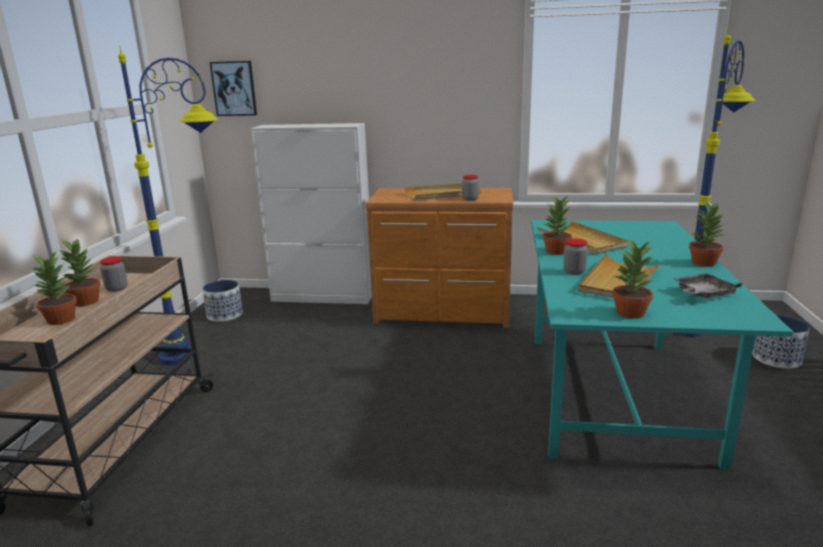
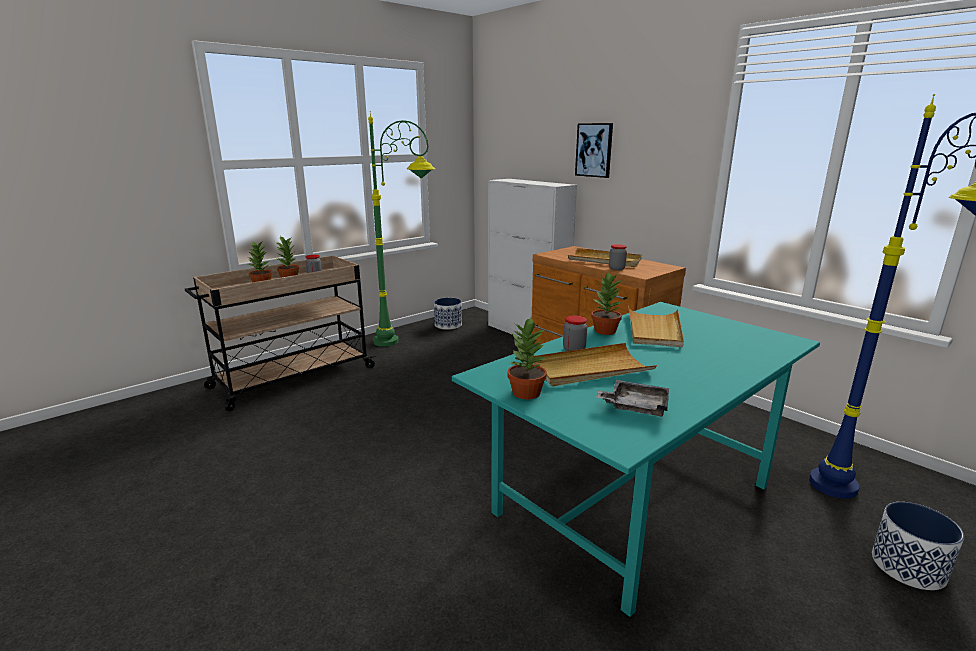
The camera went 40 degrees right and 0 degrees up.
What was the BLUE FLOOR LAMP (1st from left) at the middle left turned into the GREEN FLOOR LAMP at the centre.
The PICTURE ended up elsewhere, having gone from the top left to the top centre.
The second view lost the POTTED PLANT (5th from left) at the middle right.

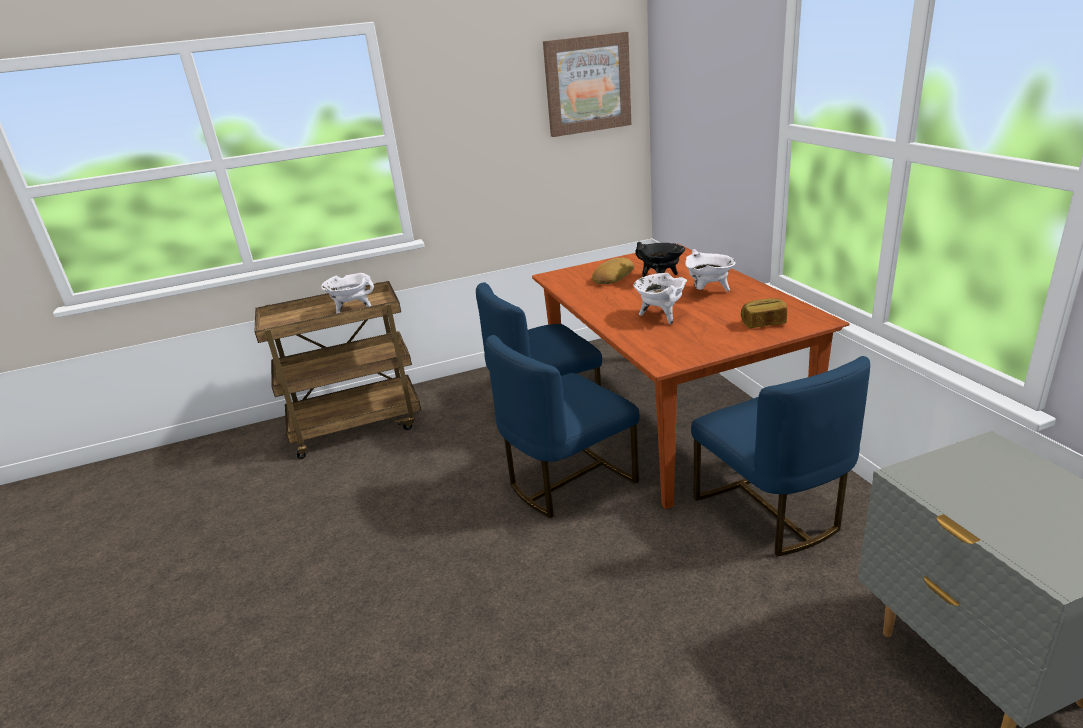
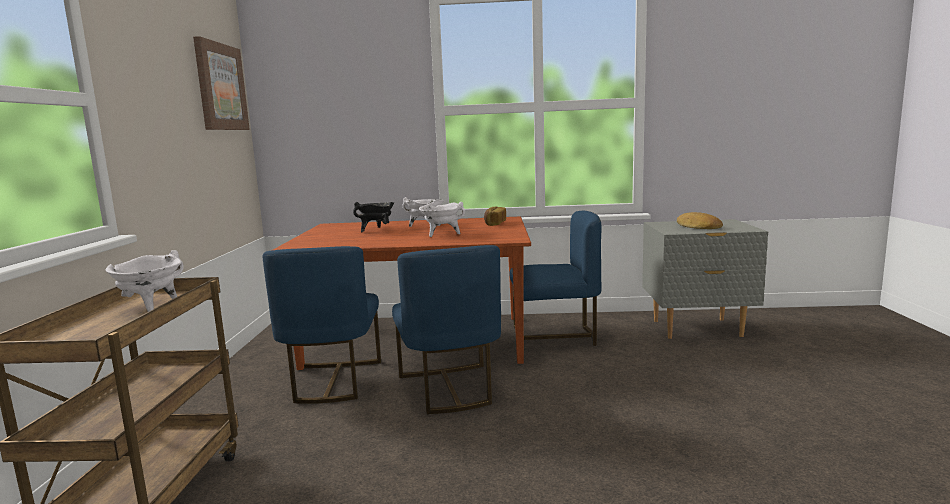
The camera went 70 degrees left and 15 degrees down.
The BREAD (1st from left in the first image) ended up elsewhere, having gone from the centre to the middle right.

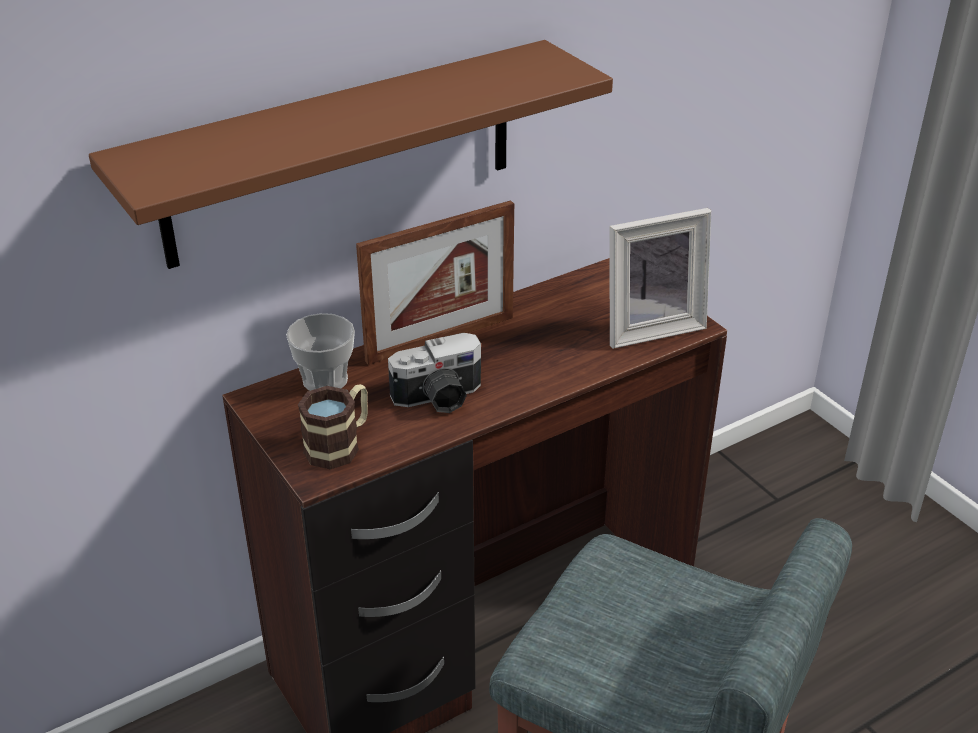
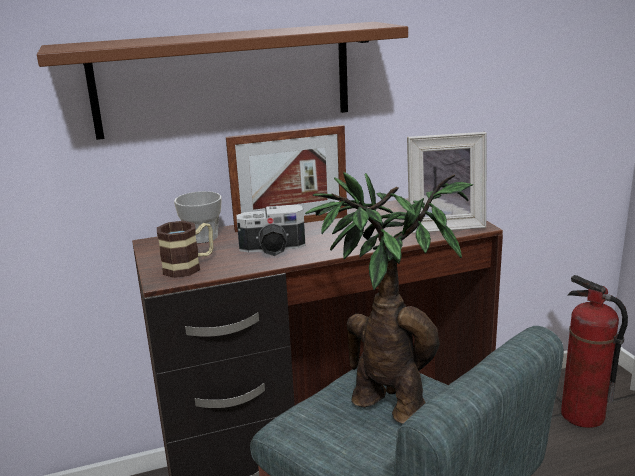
The camera went 15 degrees right and 15 degrees down.
The second view gained the POTTED PLANT at the centre.
The second view gained the FIRE EXTINGUISHER at the bottom right.

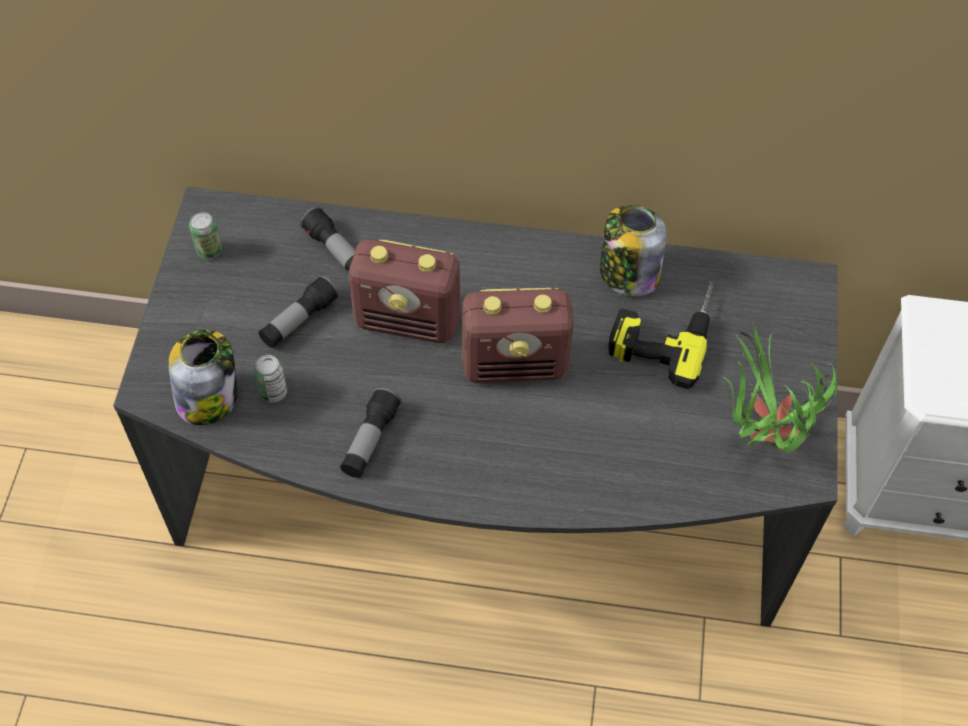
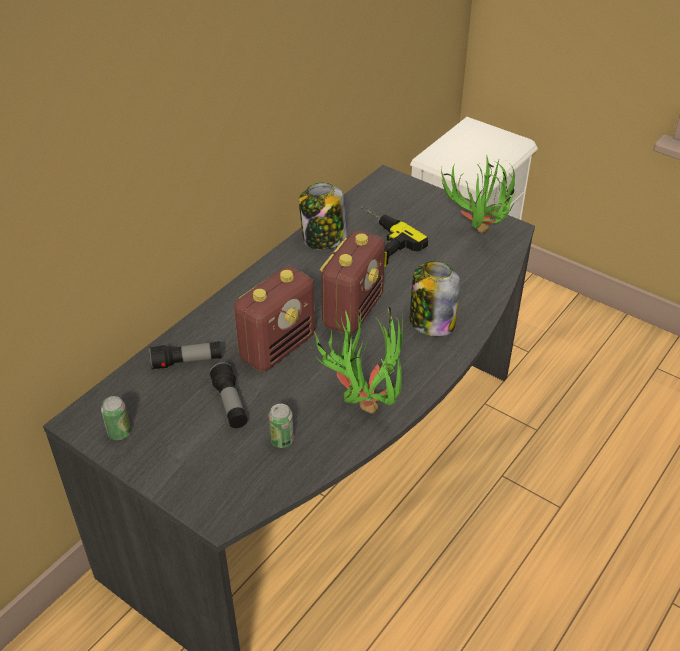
The camera went 60 degrees left and 15 degrees down.
The JAR (1st from left in the first image) ended up elsewhere, having gone from the middle left to the centre.
Where the FLASHLIGHT (3rd from left) stood at the centre, the POTTED PLANT (1st from left) came to stand at the centre.

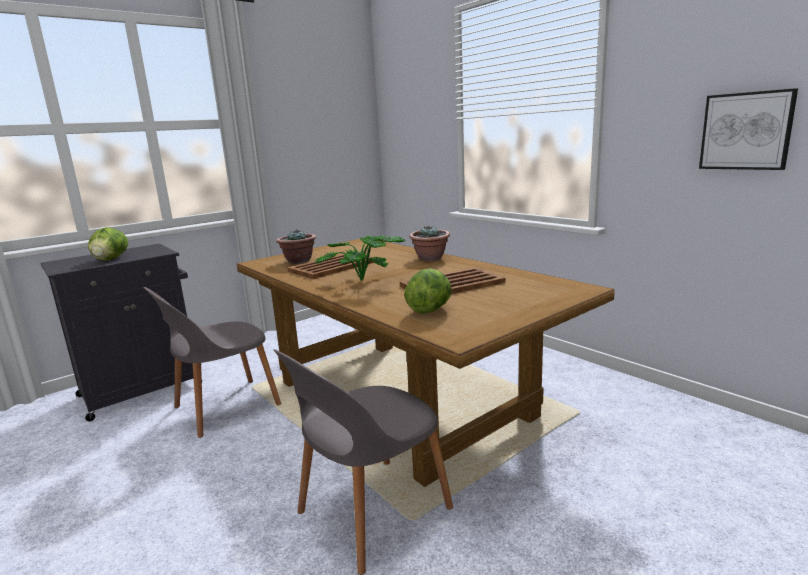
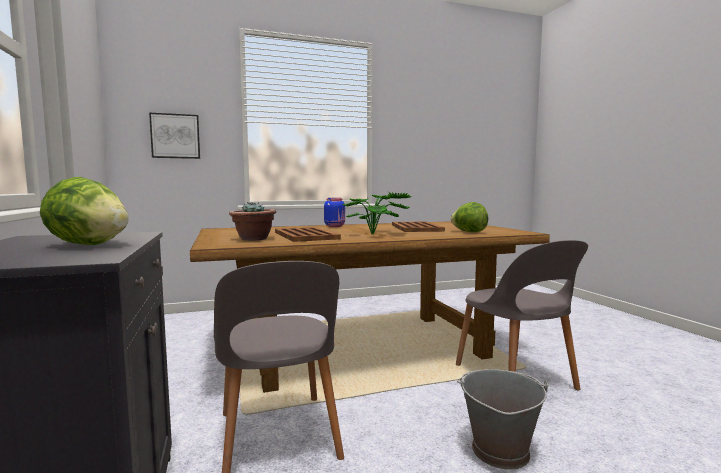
The camera went 70 degrees left and 10 degrees down.
The PICTURE ended up elsewhere, having gone from the top right to the top left.
Where the POTTED PLANT (3rd from left) stood at the centre, the BLUE JAR came to stand at the centre.
The second view gained the GREY BUCKET at the bottom right.

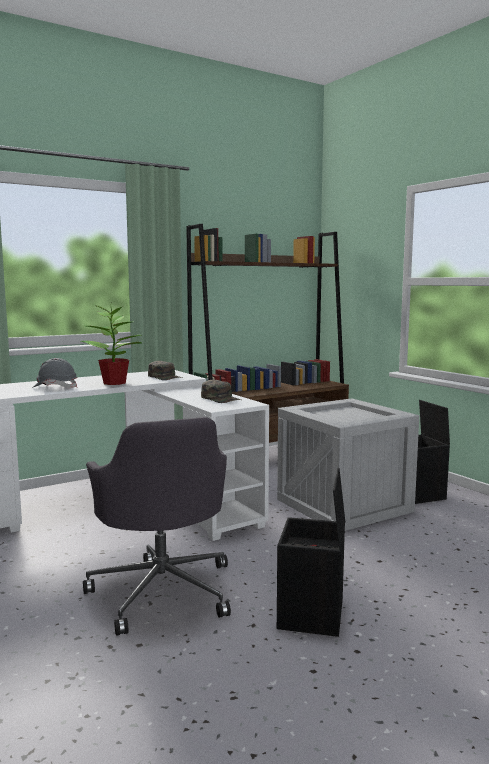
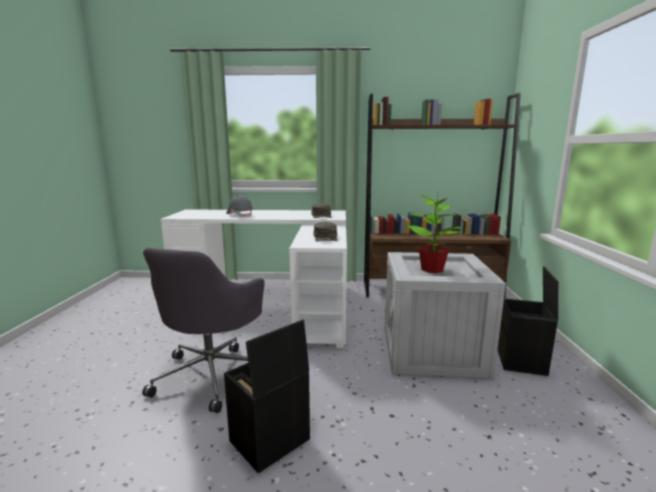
The camera went 35 degrees right and 5 degrees up.
The POTTED PLANT ended up elsewhere, having gone from the middle left to the centre.

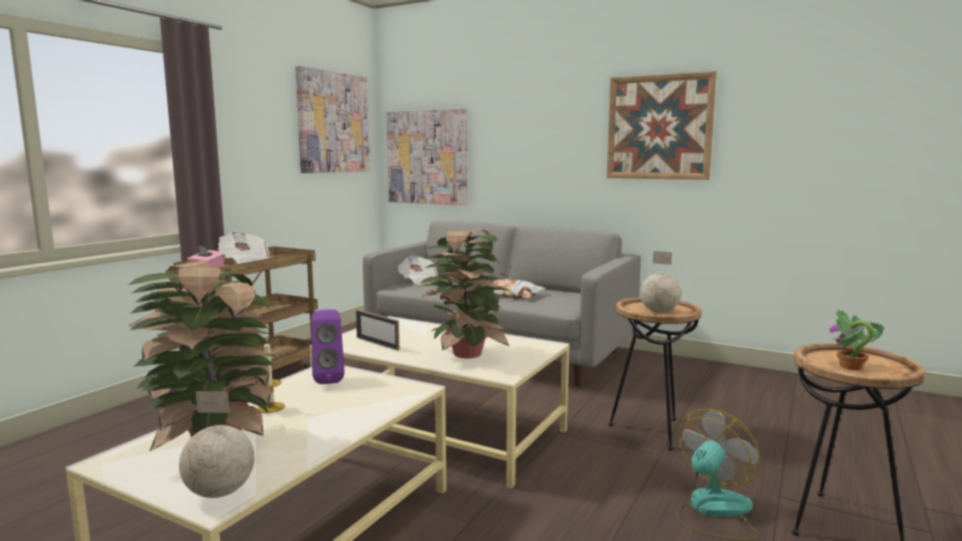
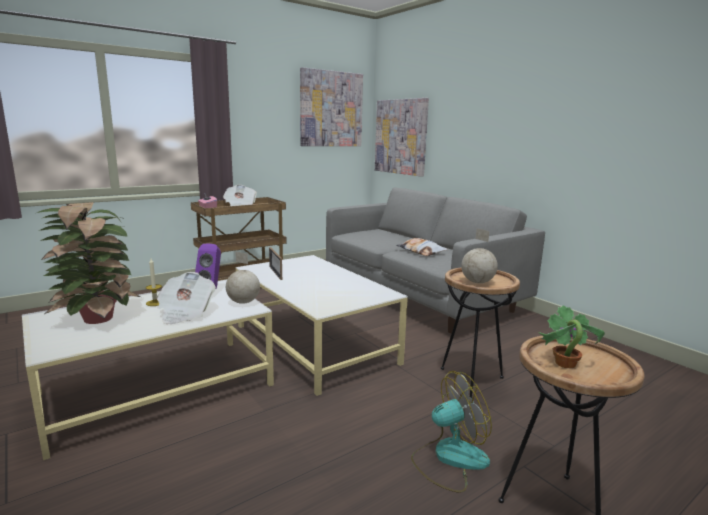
The camera went 25 degrees right and 5 degrees up.
The second view lost the PICTURE (3rd from left) at the top right.
The second view lost the POTTED PLANT (2nd from left) at the centre.
The NEWSPAPER (2nd from left in the first image) ended up elsewhere, having gone from the centre to the middle left.
The GLOBE (1st from left) ended up elsewhere, having gone from the bottom left to the centre.

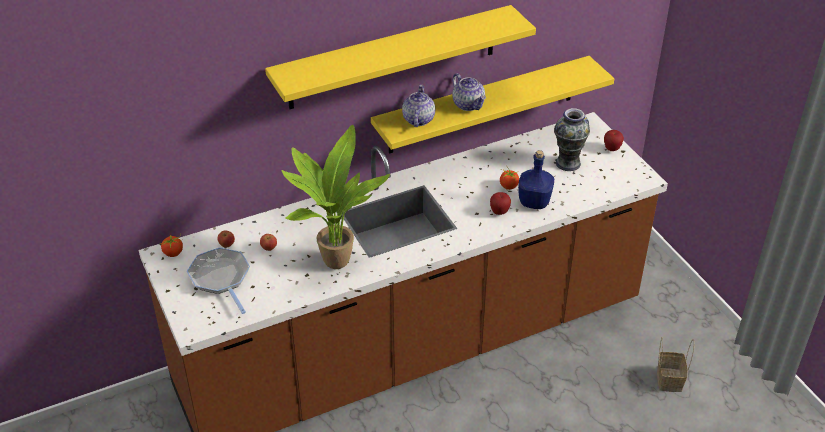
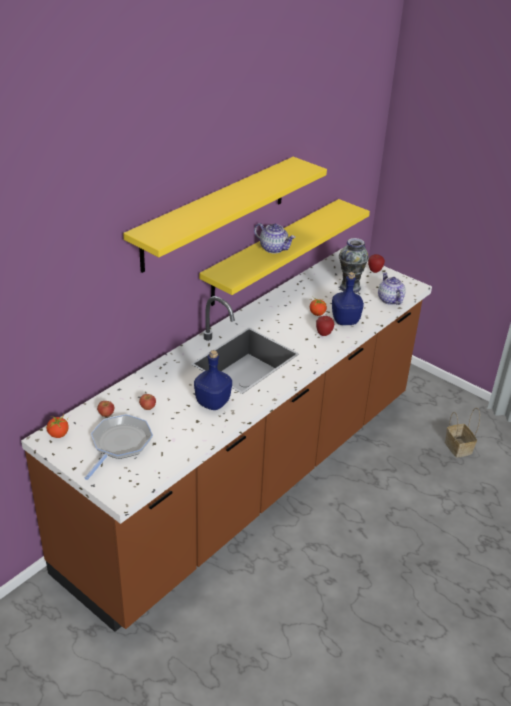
The camera went 25 degrees left and 5 degrees down.
The TEAPOT (1st from left in the first image) ended up elsewhere, having gone from the top centre to the middle right.
Where the POTTED PLANT stood at the centre, the BLUE BOTTLE (1st from left) came to stand at the centre.
The FRYING PAN at the middle left ended up facing another way, 75 degrees clockwise from before.

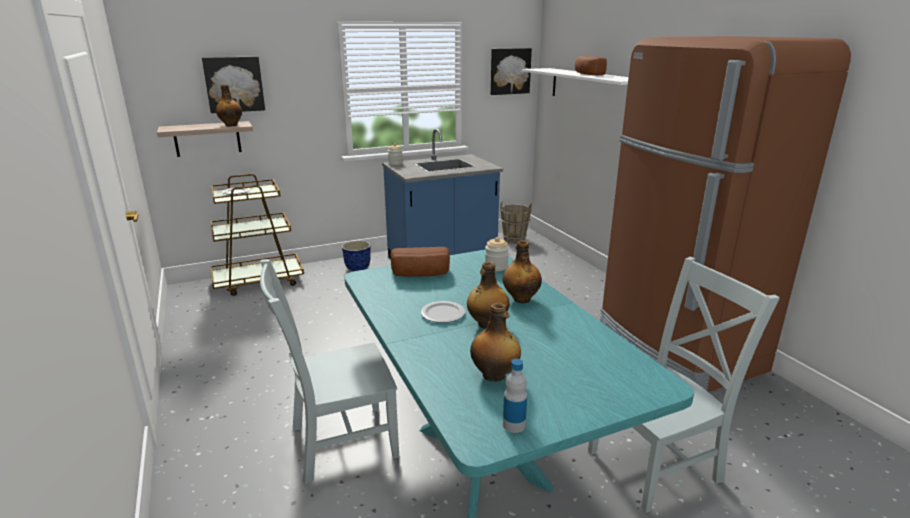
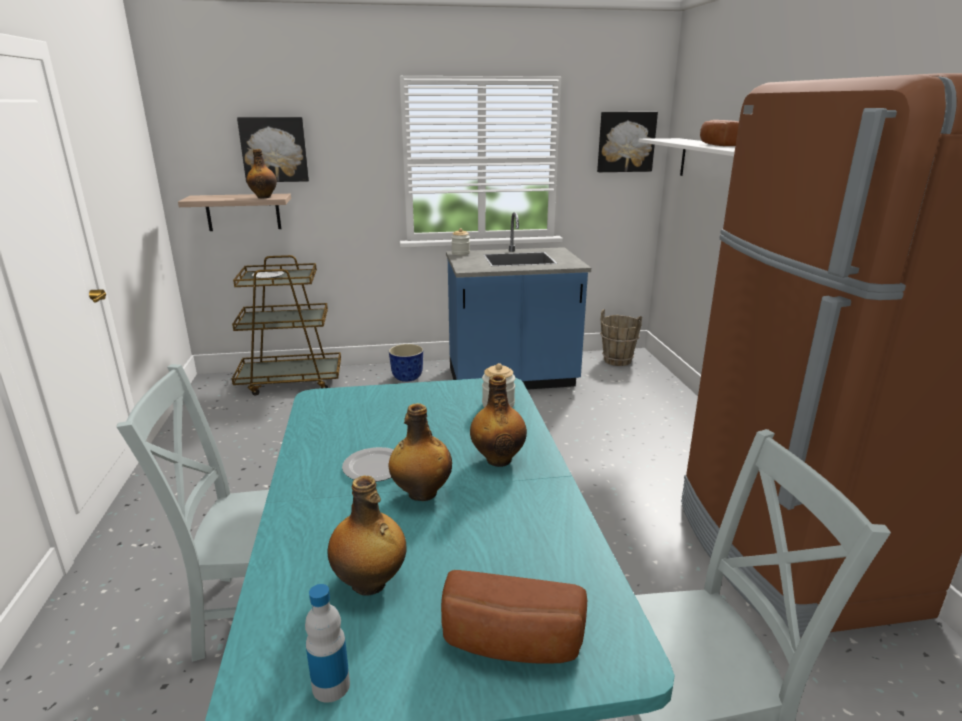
The camera went 15 degrees right and 0 degrees up.
The BREAD (1st from left) ended up elsewhere, having gone from the centre to the bottom centre.

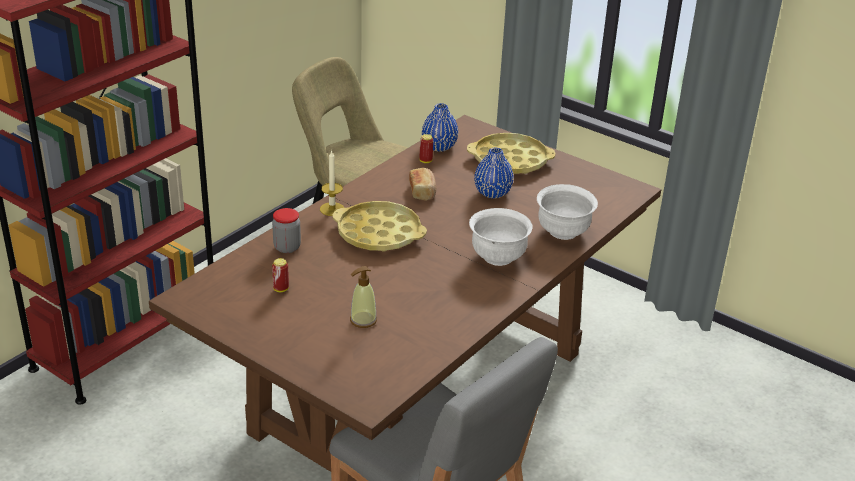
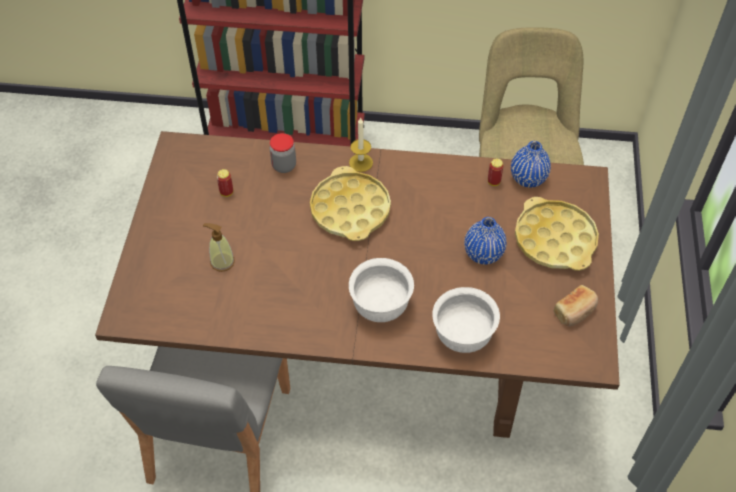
The camera went 60 degrees right and 20 degrees up.
The BREAD ended up elsewhere, having gone from the centre to the middle right.

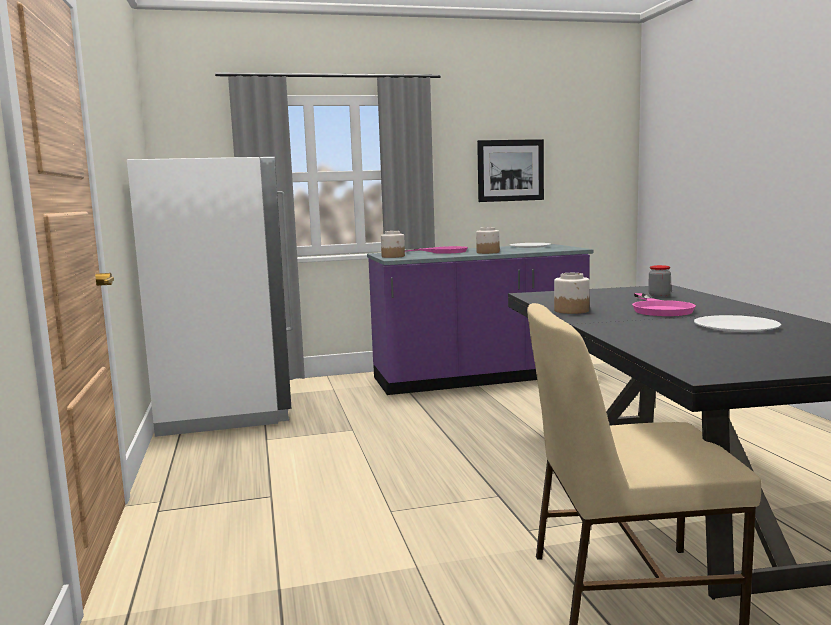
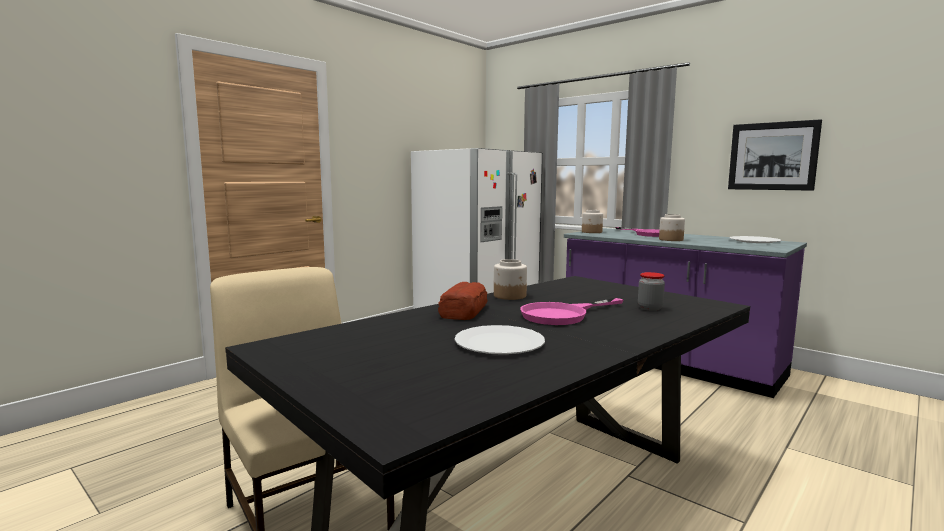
The camera went 55 degrees right and 0 degrees up.
The second view gained the BREAD at the centre.

